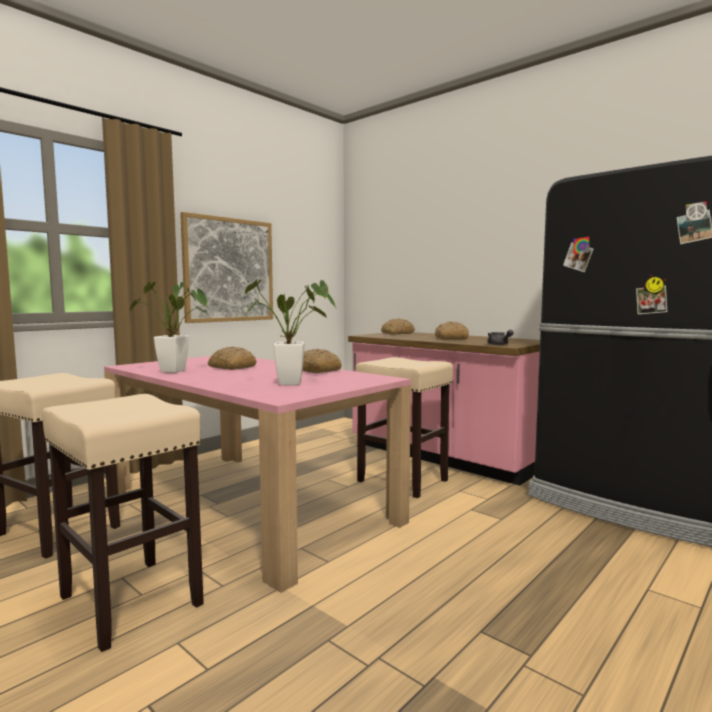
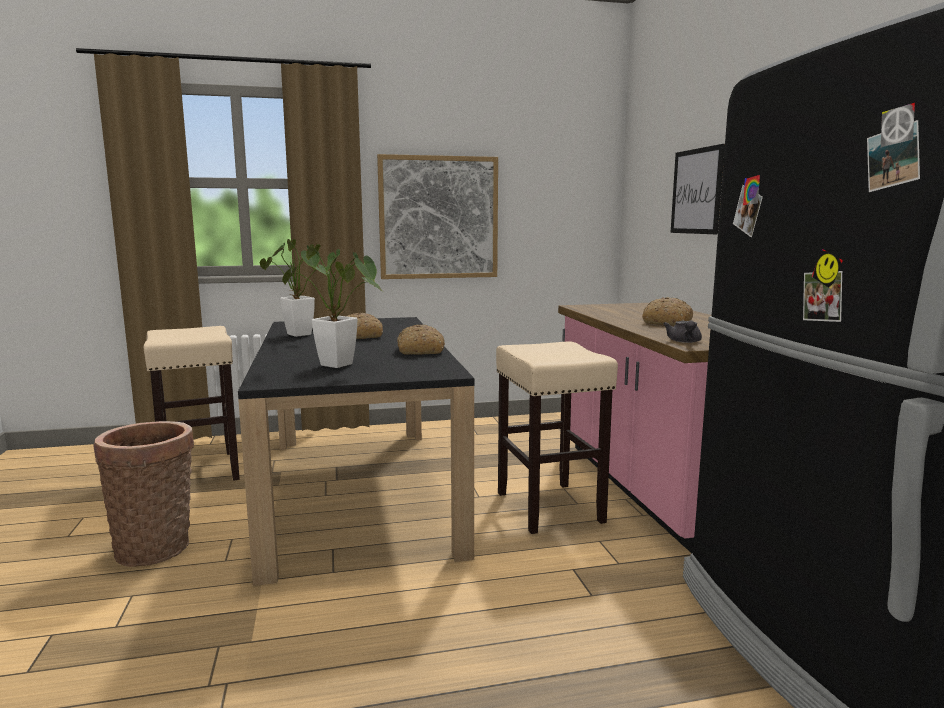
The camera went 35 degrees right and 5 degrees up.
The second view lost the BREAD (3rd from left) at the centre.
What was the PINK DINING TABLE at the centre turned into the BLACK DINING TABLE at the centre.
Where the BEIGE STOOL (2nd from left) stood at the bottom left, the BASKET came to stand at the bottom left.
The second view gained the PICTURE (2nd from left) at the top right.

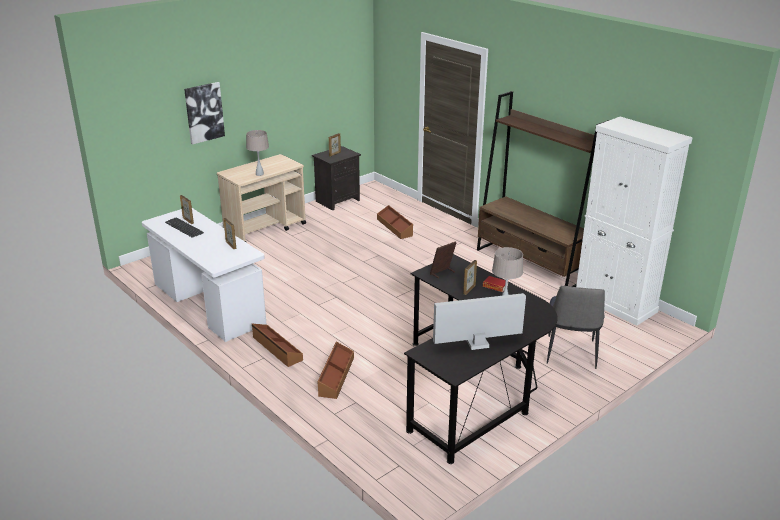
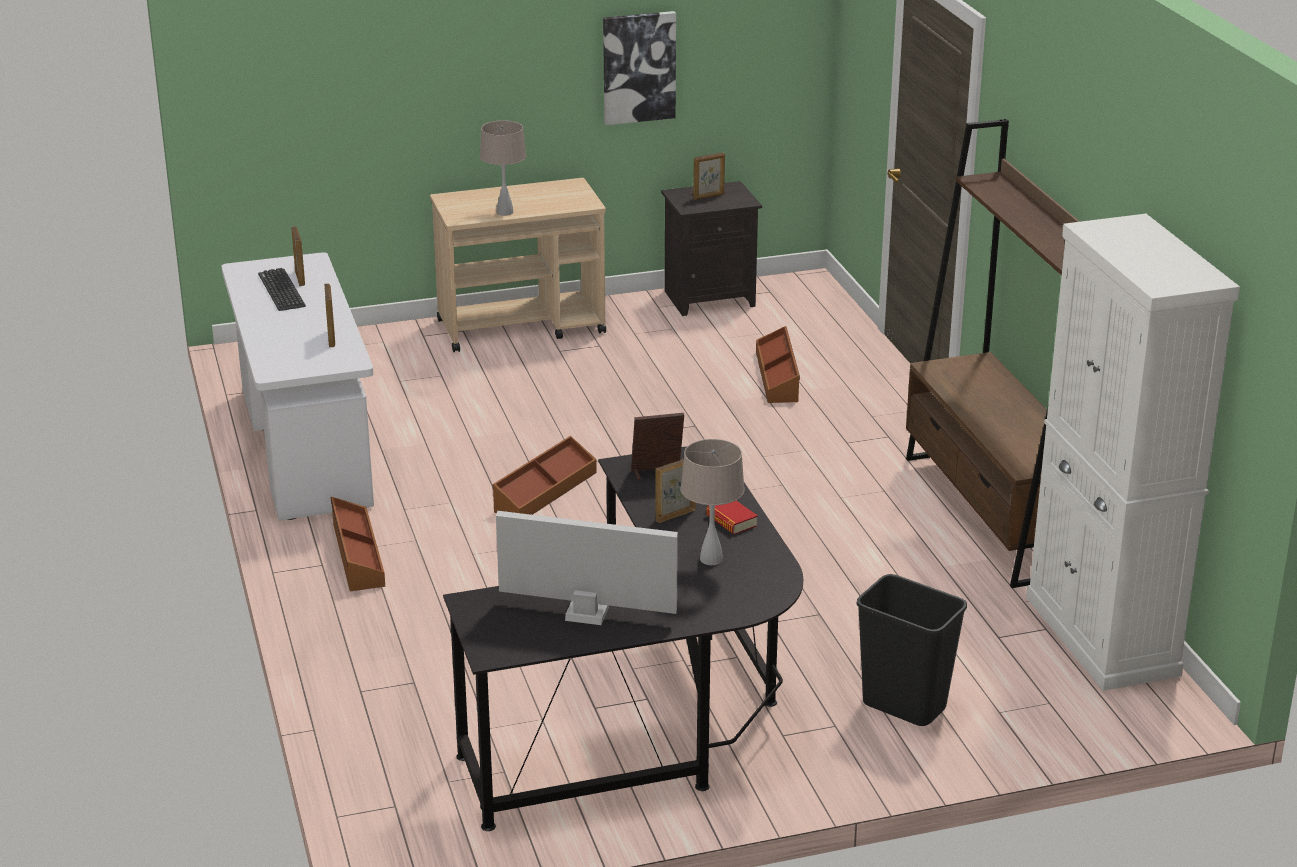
The camera went 25 degrees right and 0 degrees up.
The PICTURE ended up elsewhere, having gone from the top left to the top centre.
Where the CHAIR stood at the middle right, the BLACK TRASH CAN came to stand at the bottom right.
The BROWN STORAGE BOX (2nd from left) ended up elsewhere, having gone from the bottom centre to the centre.

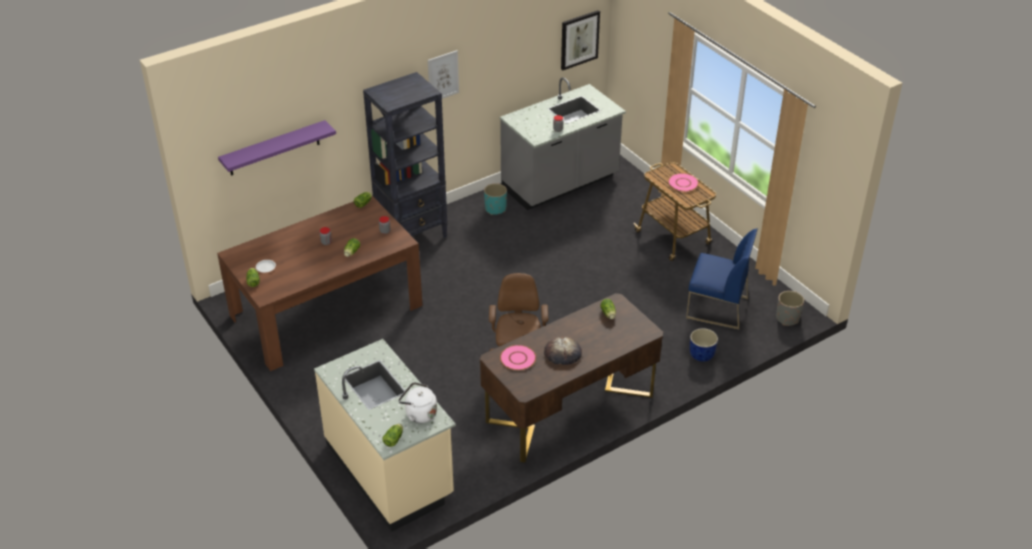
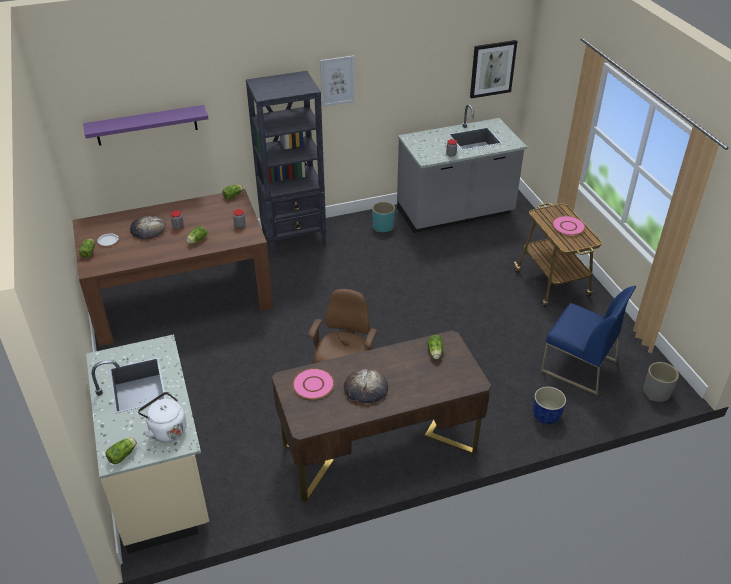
The camera went 15 degrees right and 0 degrees up.
The second view gained the BREAD (1st from left) at the middle left.

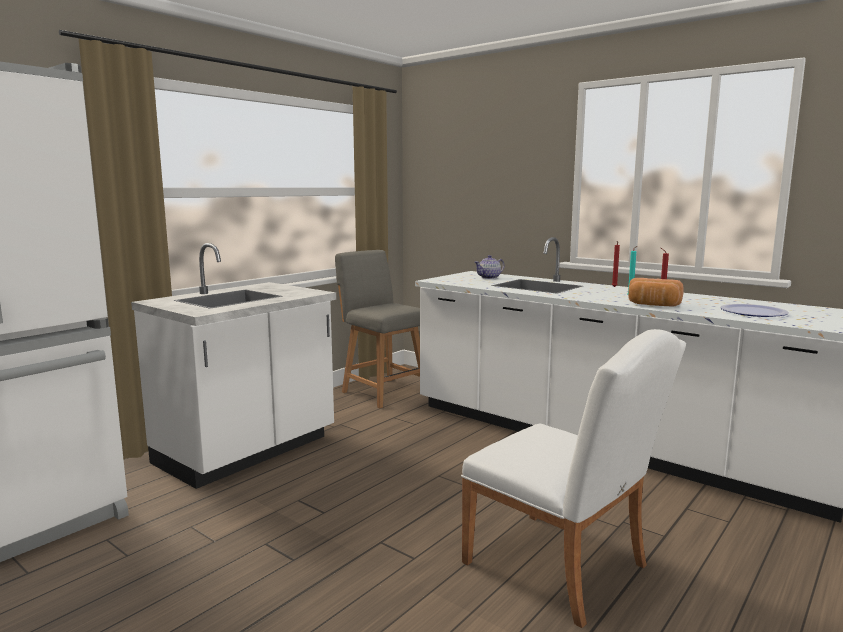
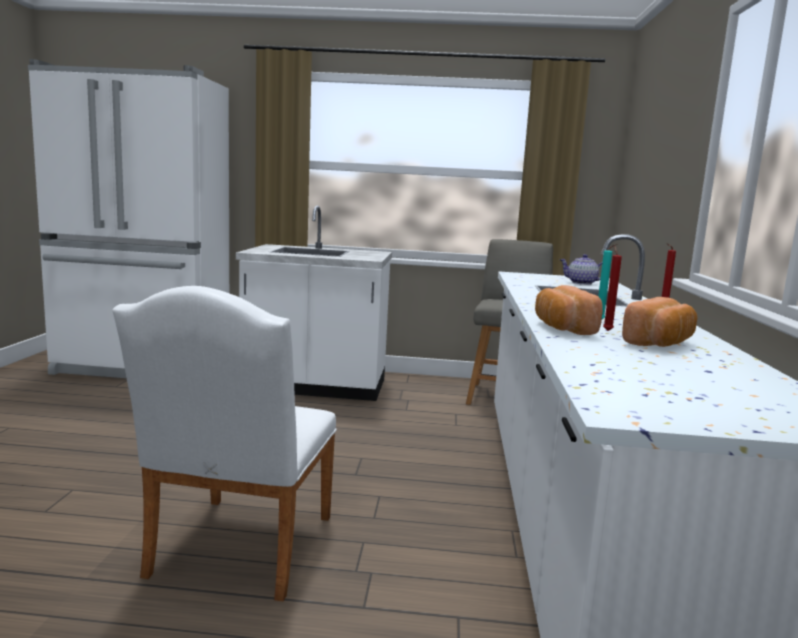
The camera went 55 degrees right and 0 degrees up.
The second view lost the PLATE at the middle right.
The second view gained the BREAD (2nd from left) at the middle right.

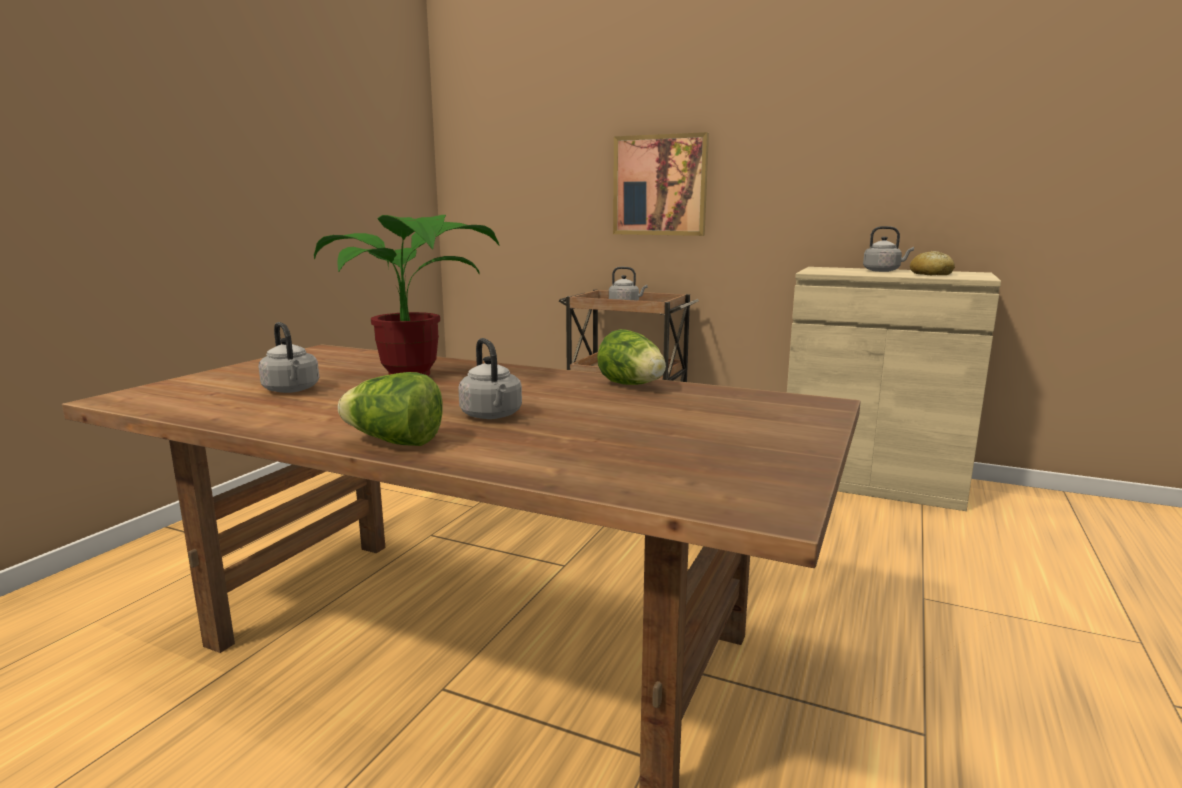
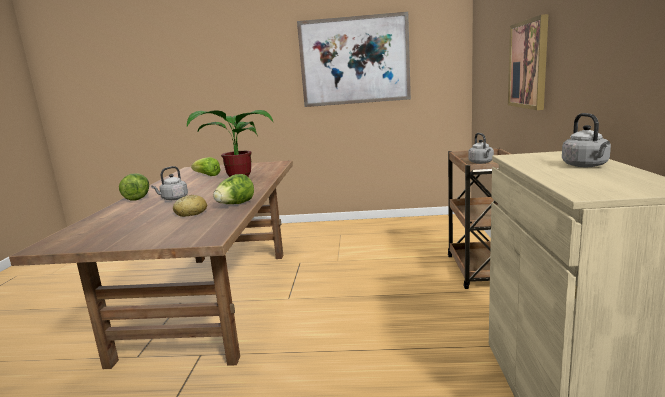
The camera went 70 degrees right and 0 degrees up.
The BREAD ended up elsewhere, having gone from the middle right to the middle left.
Where the GREY KETTLE (1st from left) stood at the middle left, the LETTUCE (2nd from left) came to stand at the middle left.
The second view gained the PICTURE (1st from left) at the top centre.

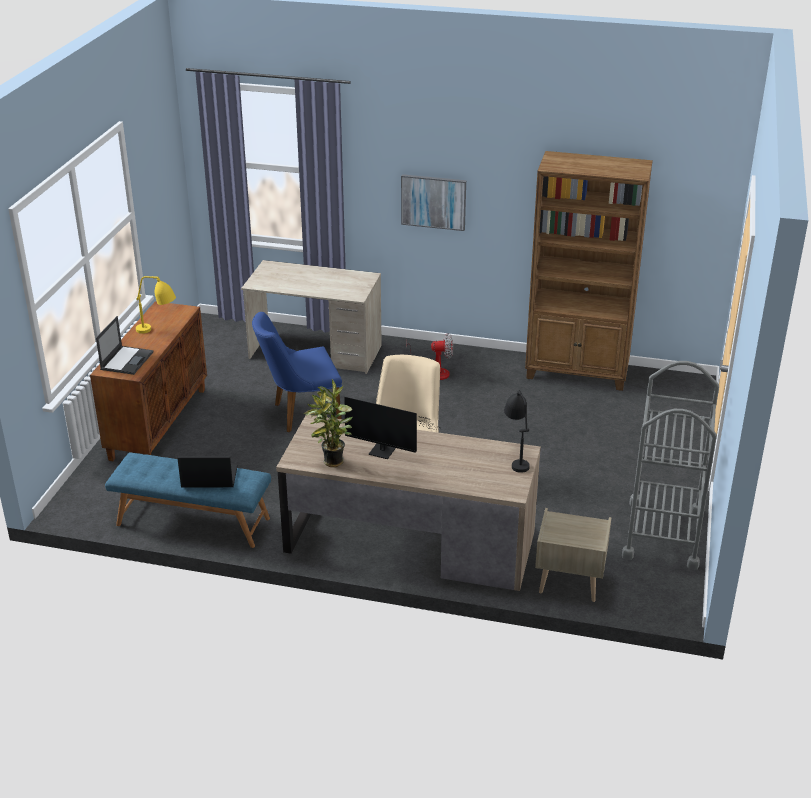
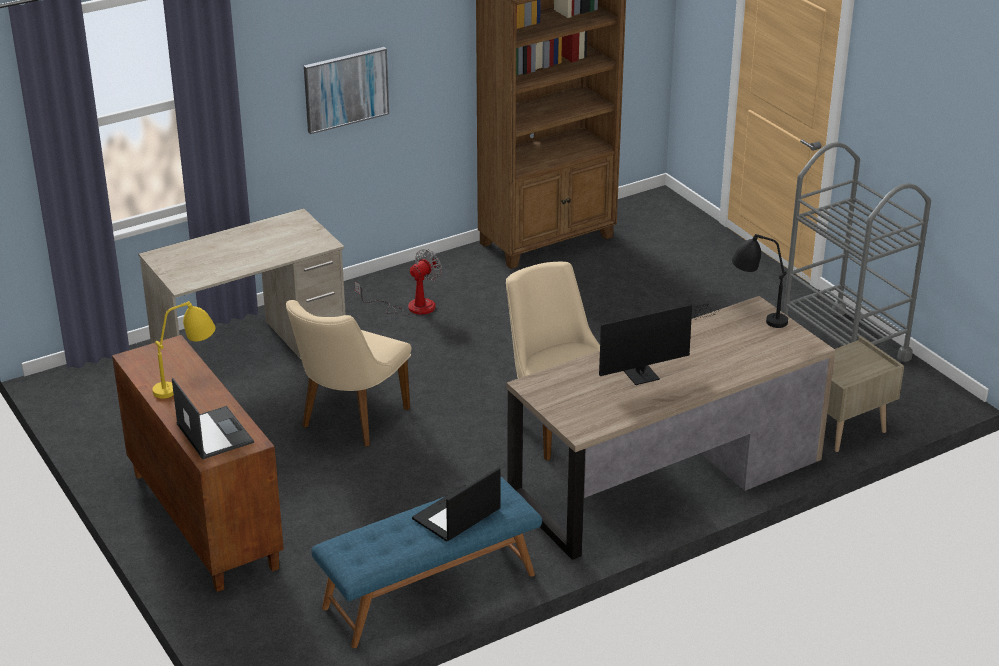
The camera went 45 degrees left and 0 degrees up.
What was the BLUE CHAIR at the centre turned into the BEIGE CHAIR (1st from left) at the centre.
The second view lost the POTTED PLANT at the centre.

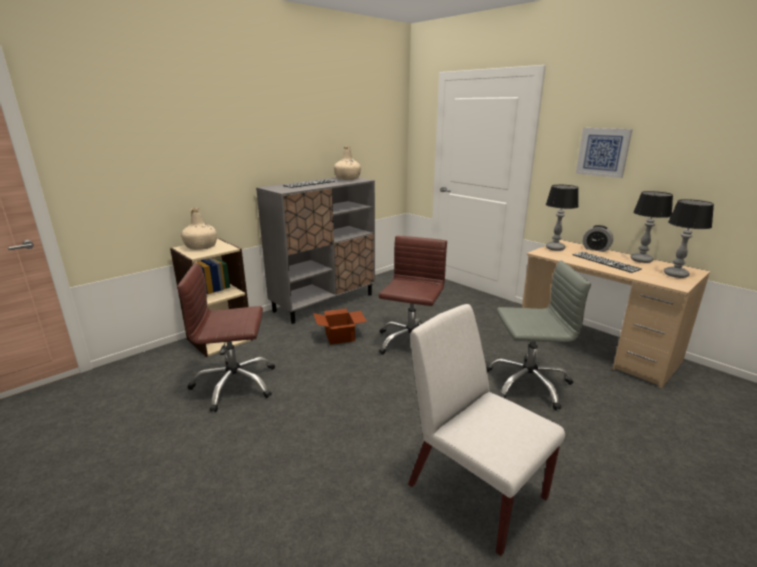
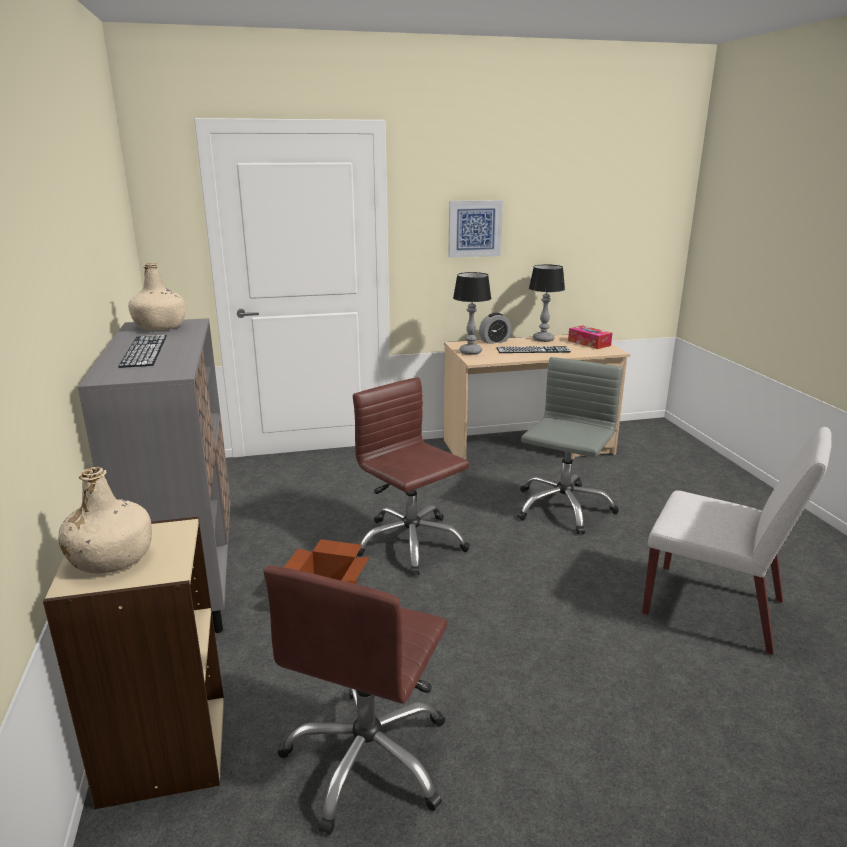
The camera went 60 degrees left and 0 degrees up.
Where the TABLE LAMP (3rd from left) stood at the middle right, the TISSUE BOX came to stand at the middle right.
The WHITE CHAIR at the bottom centre ended up facing another way, 135 degrees counterclockwise from before.

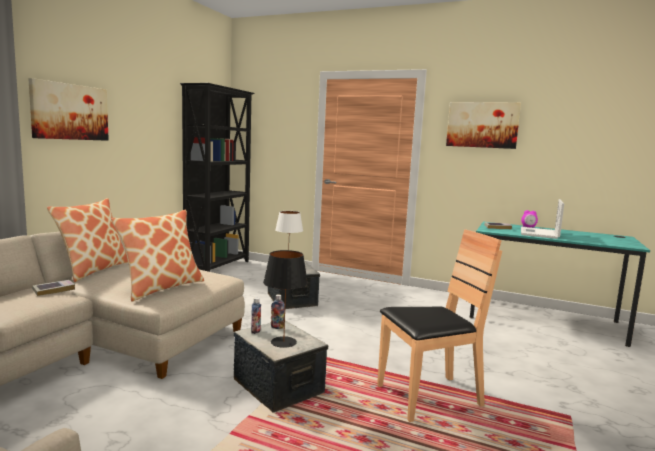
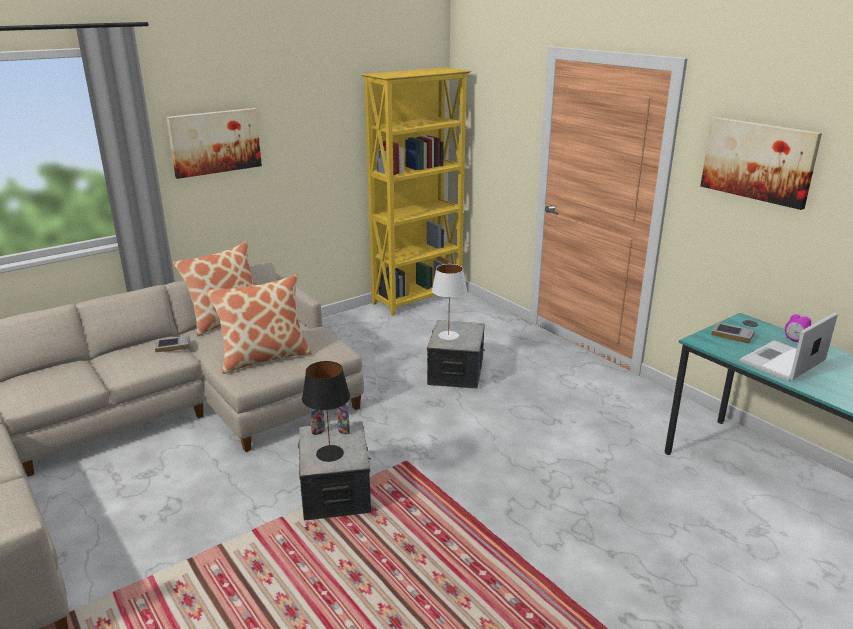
The camera went 30 degrees right and 15 degrees up.
What was the BLACK BOOKCASE at the middle left turned into the YELLOW BOOKCASE at the top centre.
The second view lost the BROWN CHAIR at the bottom right.

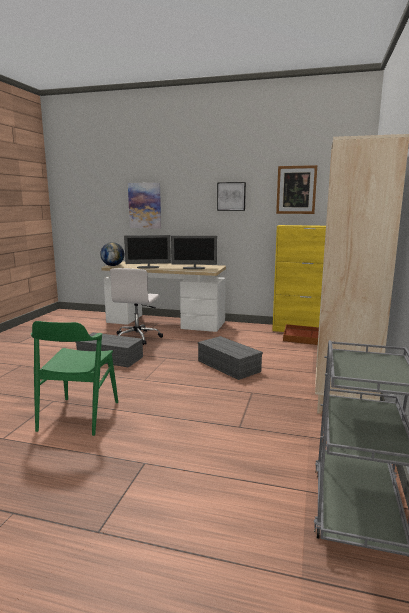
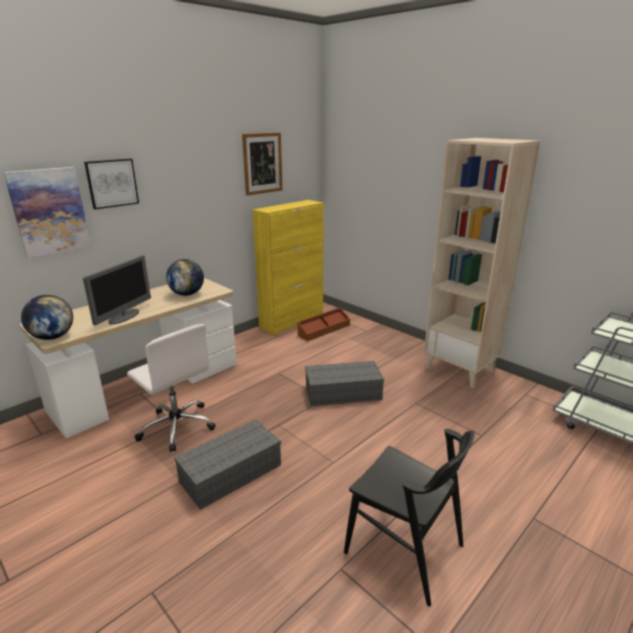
The camera went 60 degrees left and 10 degrees up.
The PICTURE (2nd from left) ended up elsewhere, having gone from the top centre to the top left.
Where the MONITOR (2nd from left) stood at the centre, the GLOBE (2nd from left) came to stand at the middle left.
What was the GREEN CHAIR at the middle left turned into the BLACK CHAIR at the bottom centre.

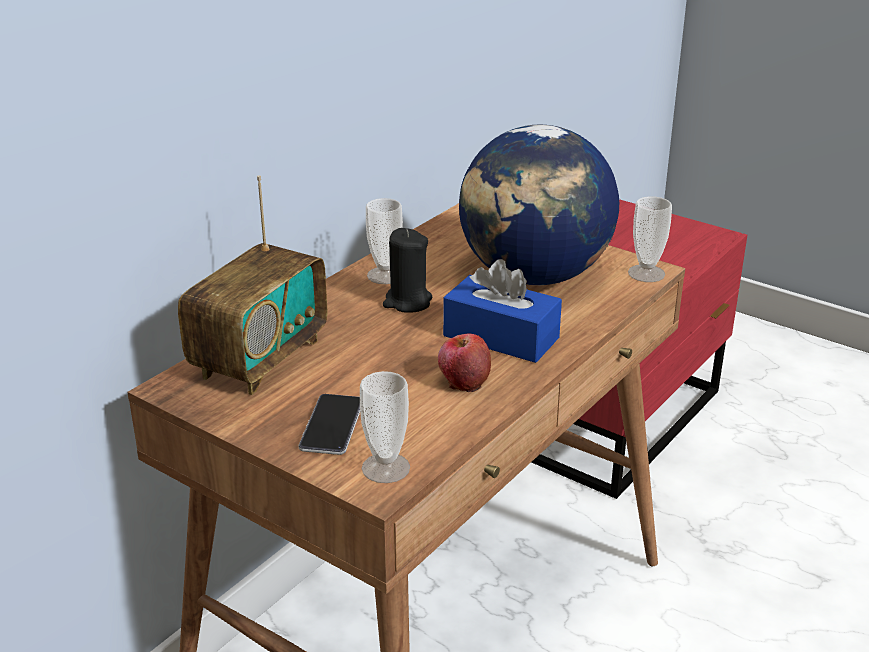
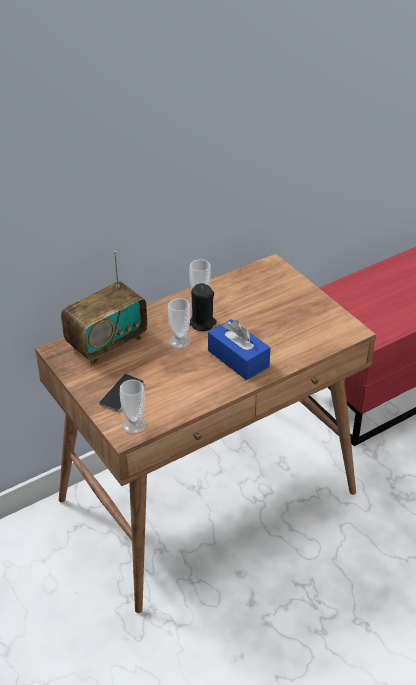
The camera went 20 degrees right and 10 degrees up.
The second view lost the GLOBE at the top centre.
The CUP (3rd from left in the first image) ended up elsewhere, having gone from the middle right to the centre.
The second view lost the APPLE at the centre.

